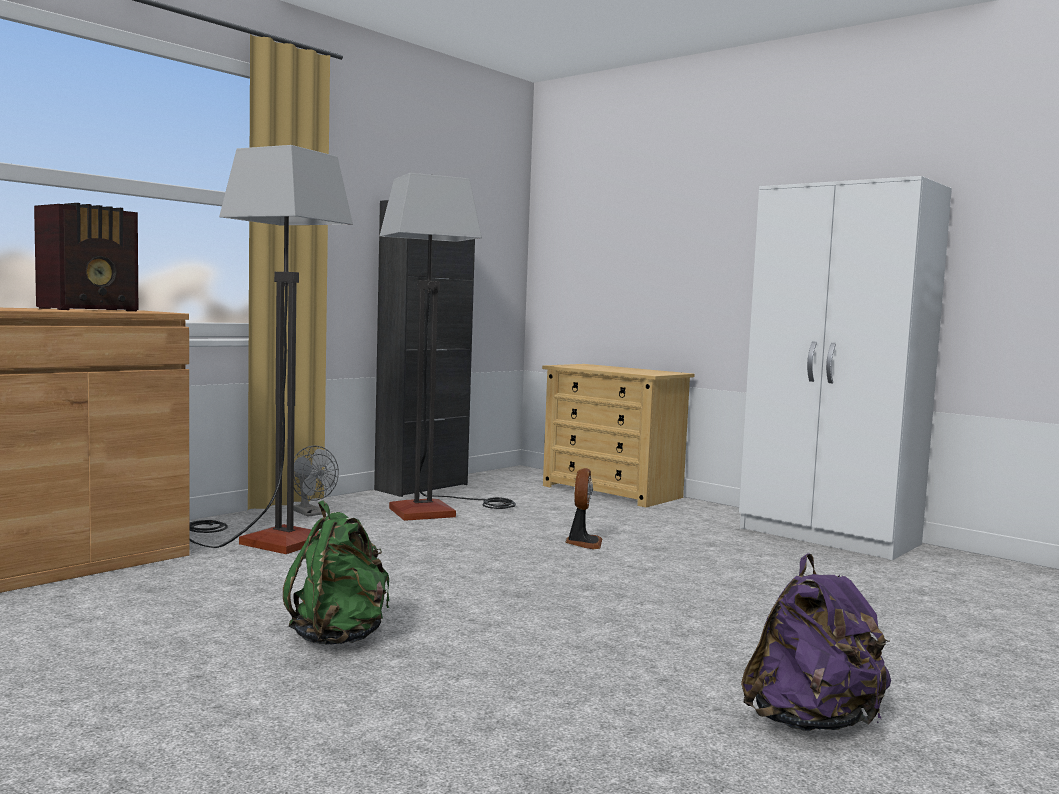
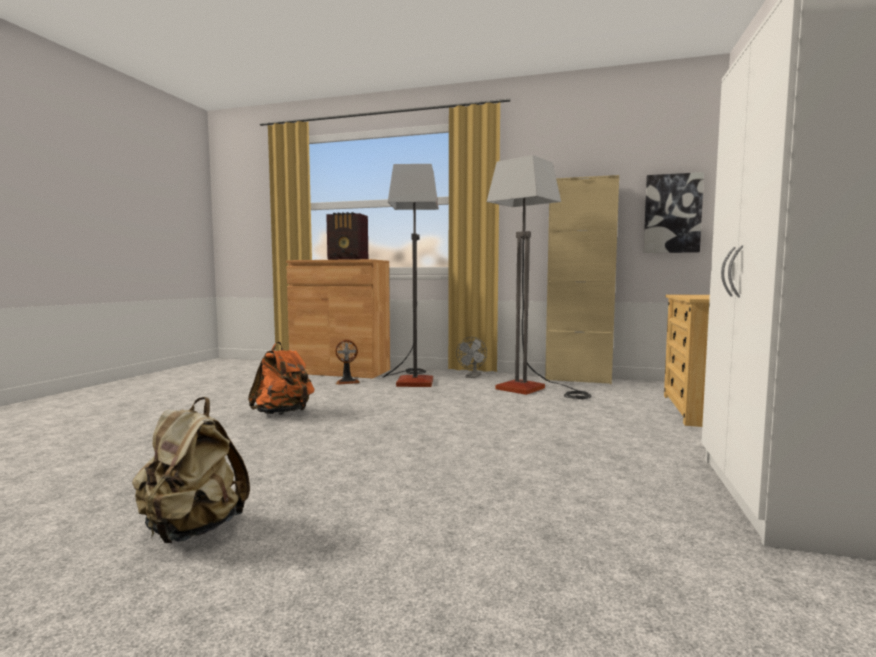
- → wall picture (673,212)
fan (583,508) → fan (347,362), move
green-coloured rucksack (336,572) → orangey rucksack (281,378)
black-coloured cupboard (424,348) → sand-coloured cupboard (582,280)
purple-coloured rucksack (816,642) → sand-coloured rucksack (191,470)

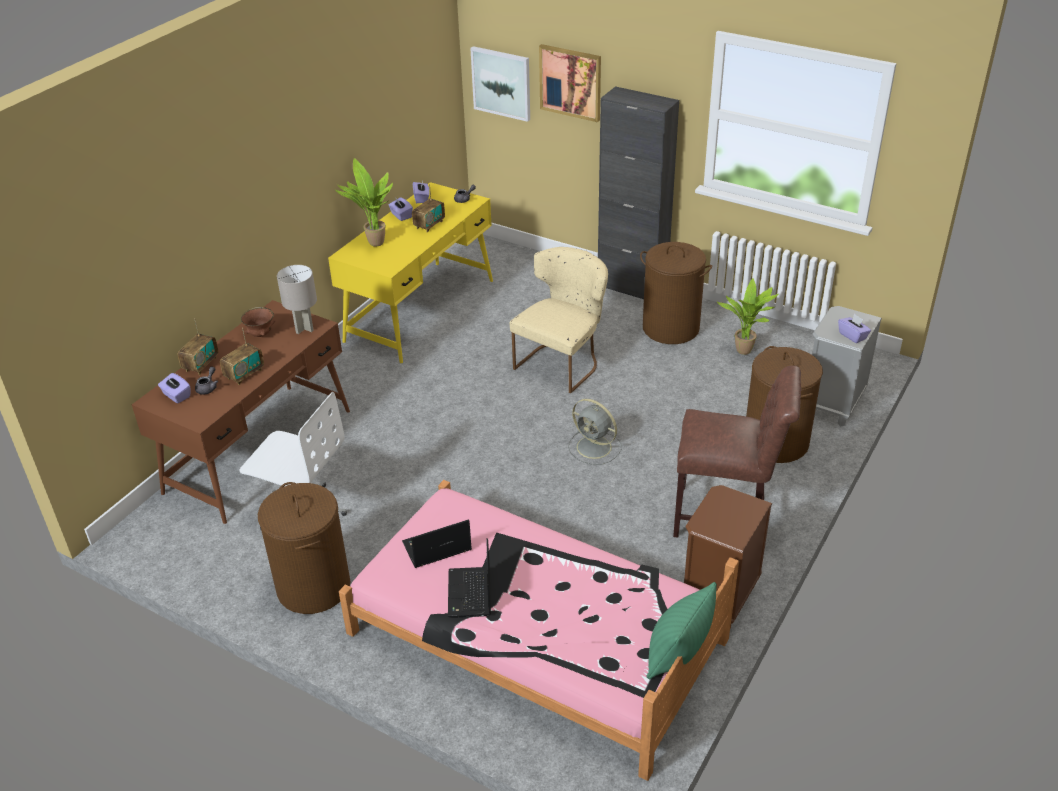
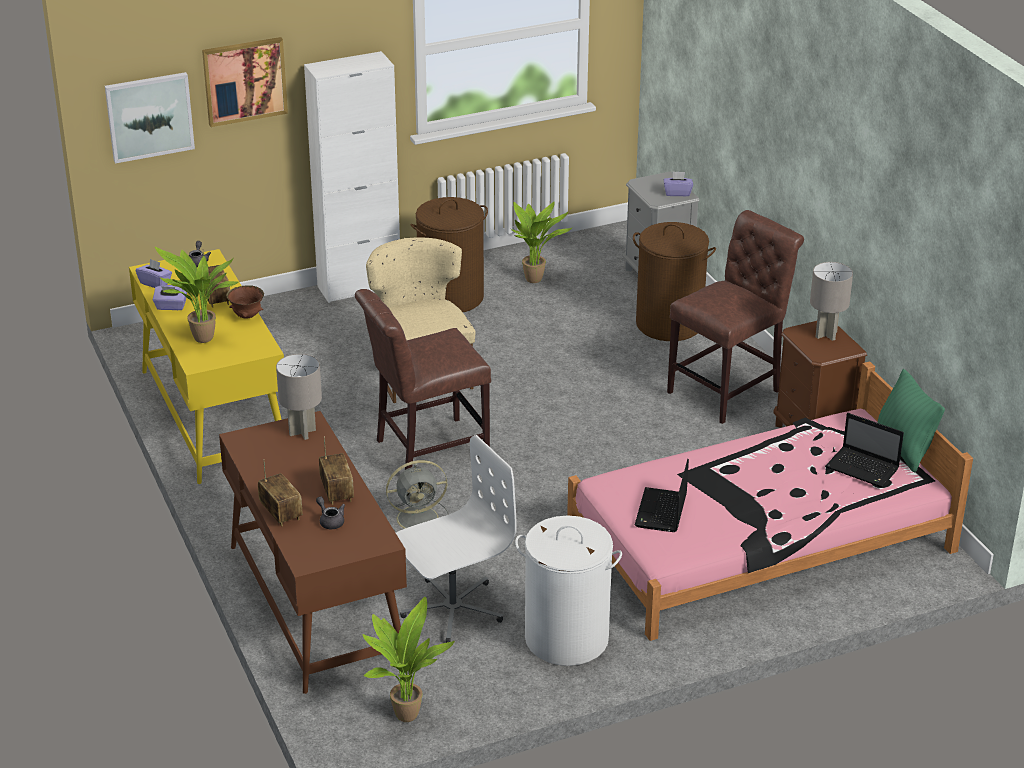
purple-coloured tissue holder (174,388) → -
- → brown upright chair (423,379)
- → potted plant (409,659)
- → grey lamp for a table (831,301)
brown bowl (258,322) → brown bowl (245,301), move
portable computer (469,578) → portable computer (864,450), move
grey fan (595,432) → grey fan (417,496), move
brown laundry basket (304,548) → whitish laundry basket (568,590)
black-coloured cupboard (638,192) → whitish cupboard (352,177)

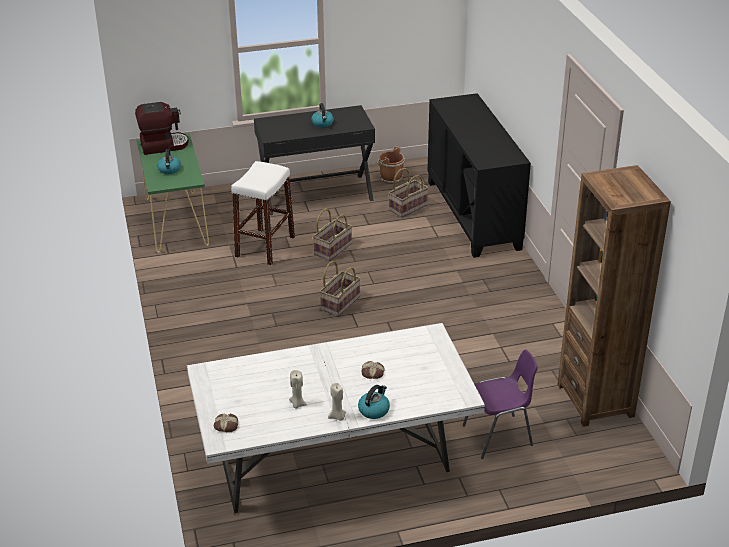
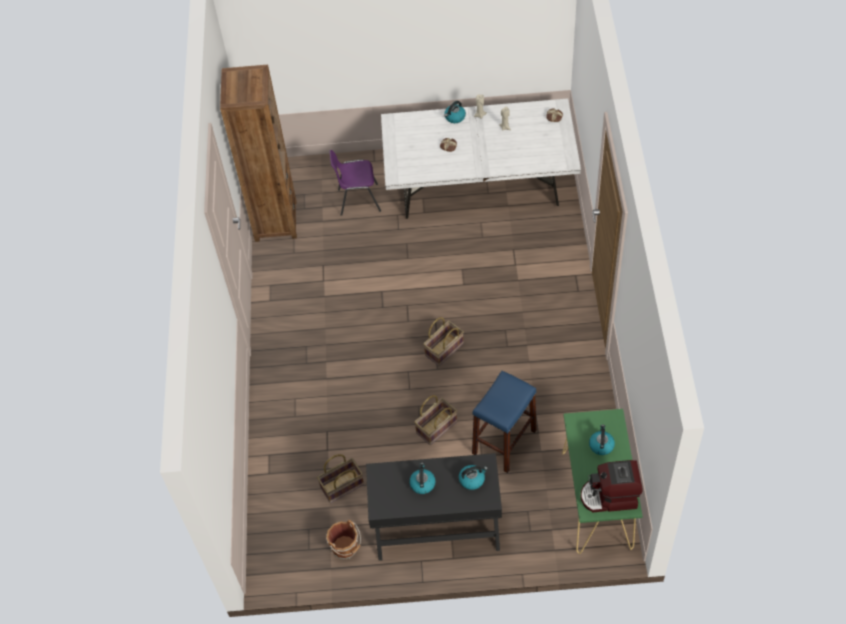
black-coloured cupboard (479,175) → -
- → tea kettle (473,477)
whitish stool seat (263,213) → blue-coloured stool seat (504,422)

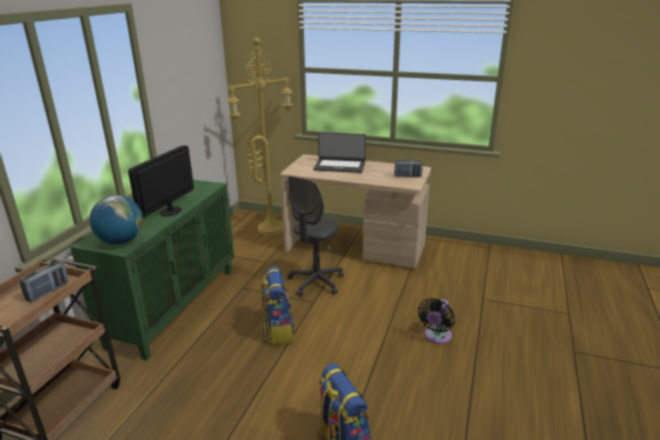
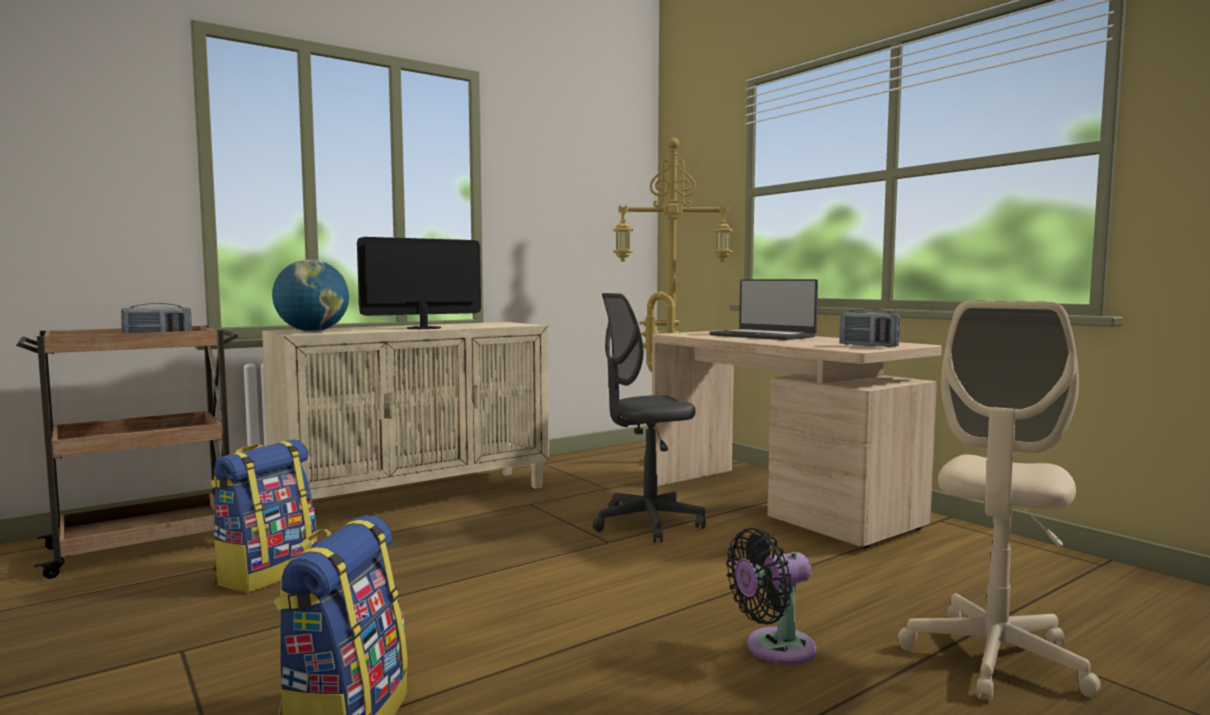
- → sand-coloured office chair (999,501)
rucksack (278,305) → rucksack (264,516), move
green-coloured cupboard (152,270) → sand-coloured cupboard (405,411)

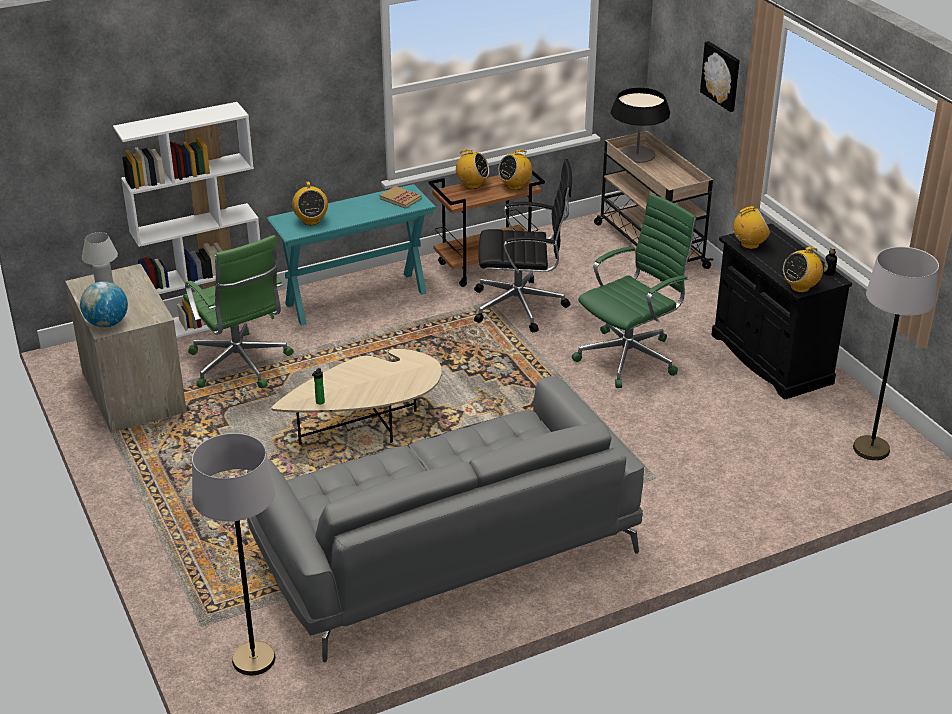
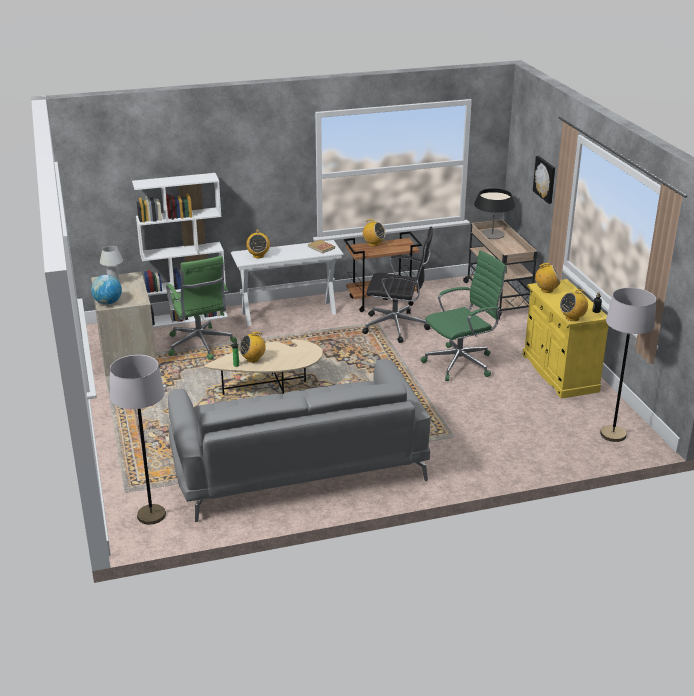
radio receiver (515,170) → radio receiver (252,347), move
turquoise console table (351,255) → whitish console table (287,283)
black-coloured cupboard (781,311) → yellow cupboard (565,338)

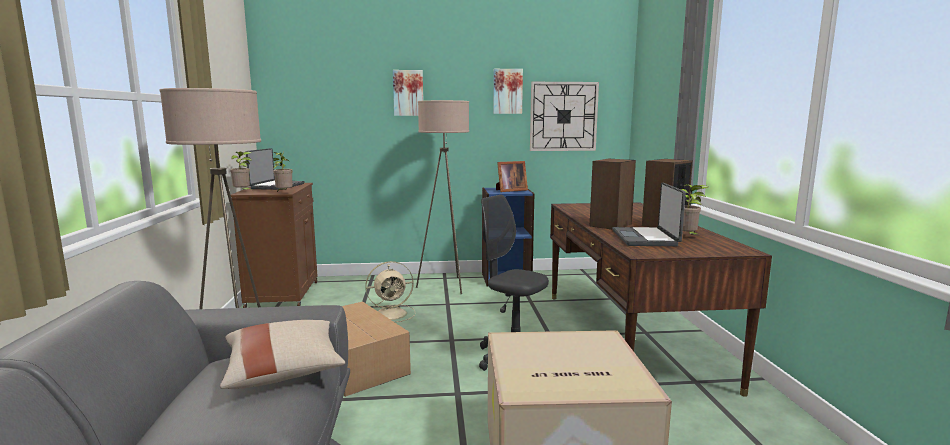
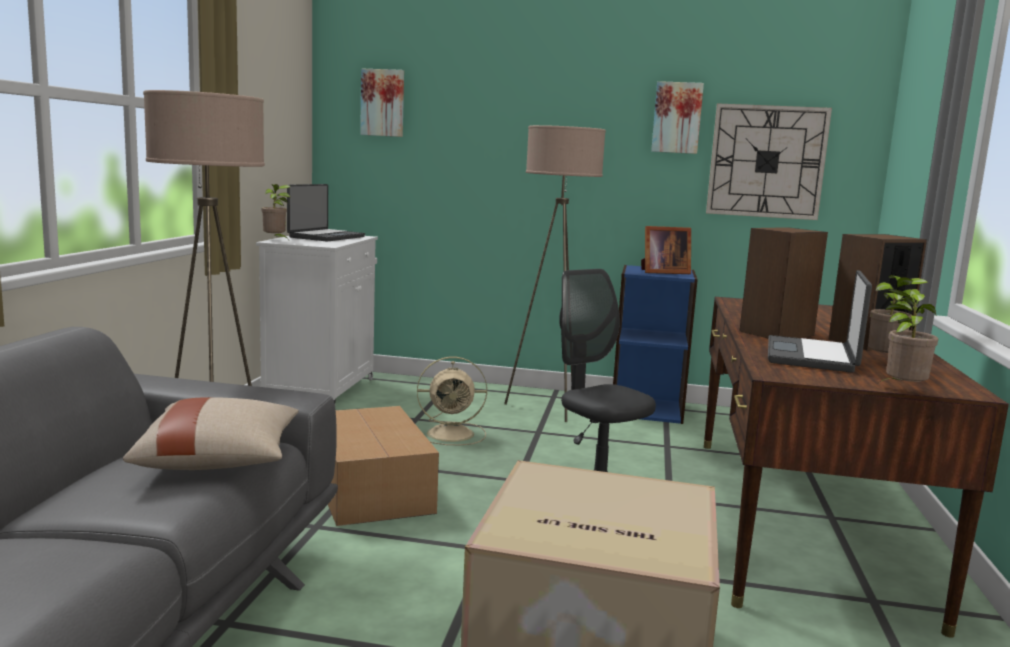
potted plant (283,172) → potted plant (909,335), move
wall picture (408,93) → wall picture (382,102), move
brown cupboard (274,245) → whitish cupboard (317,319)

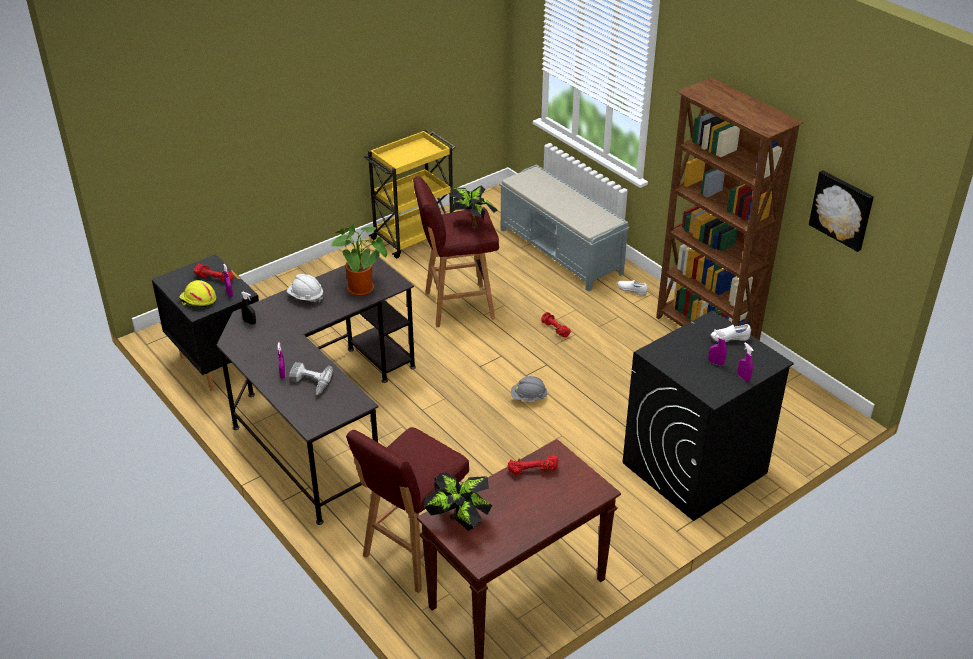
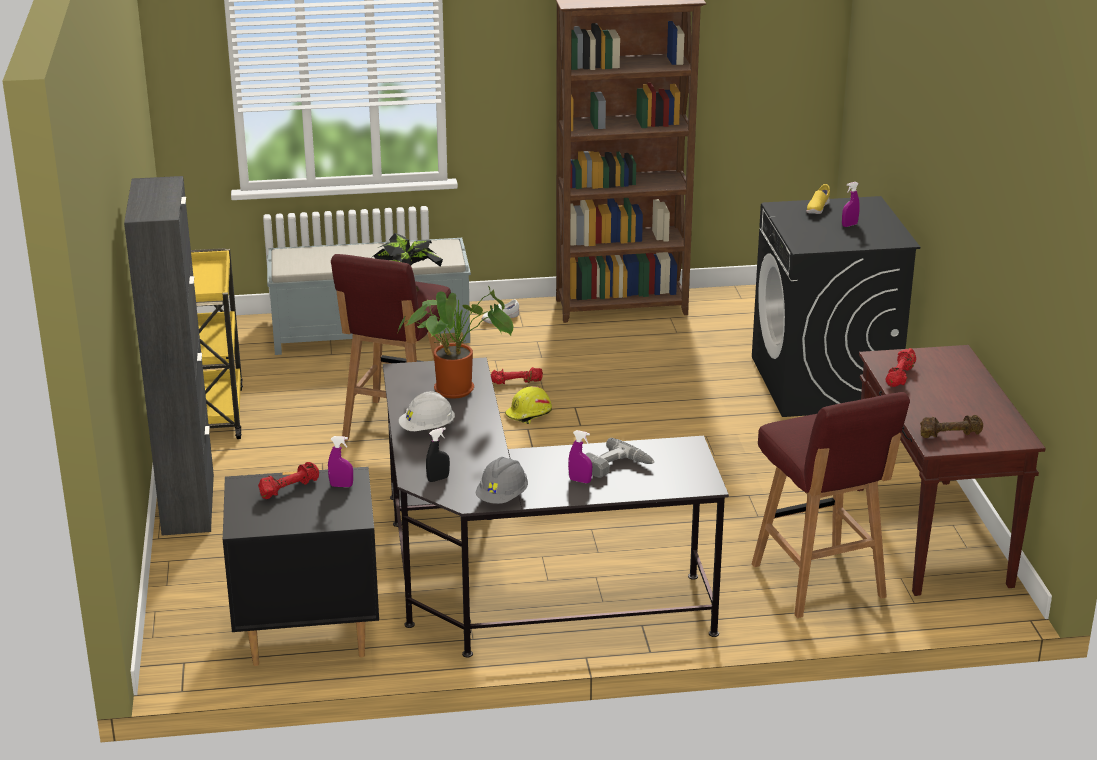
purple-coloured hand sprayer (746,362) → -
wall picture (841,211) → -
- → black-coloured cupboard (169,356)
yellow safety helmet (197,293) → yellow safety helmet (528,405), move
grey safety helmet (529,388) → grey safety helmet (501,480), move
potted plant (458,501) → brown dumbbell (951,426)
whitish low shoe (731,333) → yellow low shoe (818,199)

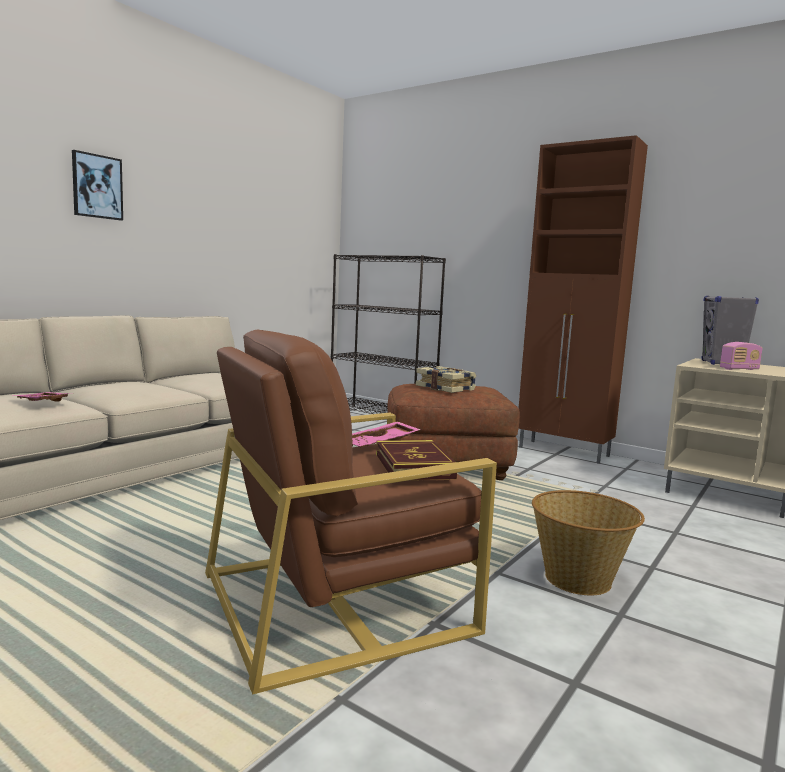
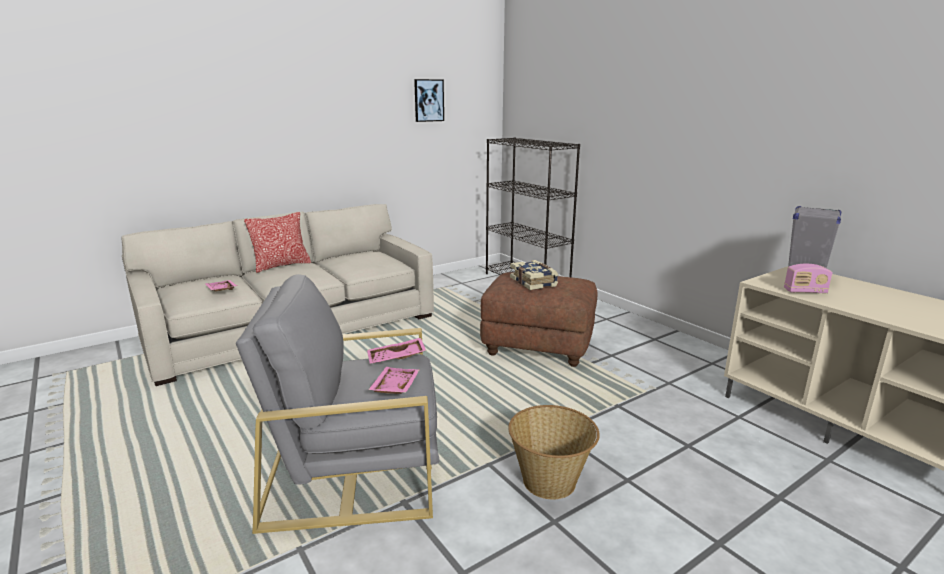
brown cupboard (583,299) → -
- → throw pillow (277,242)
wall picture (97,185) → wall picture (429,100), move
volume (416,460) → pinkish tray (393,380)
brown armchair (351,511) → grey armchair (337,404)

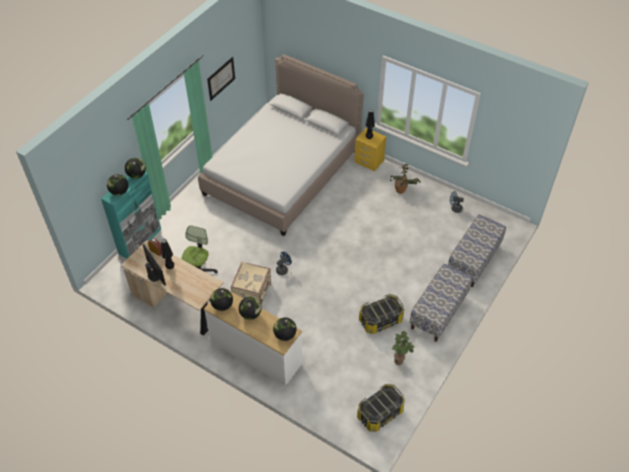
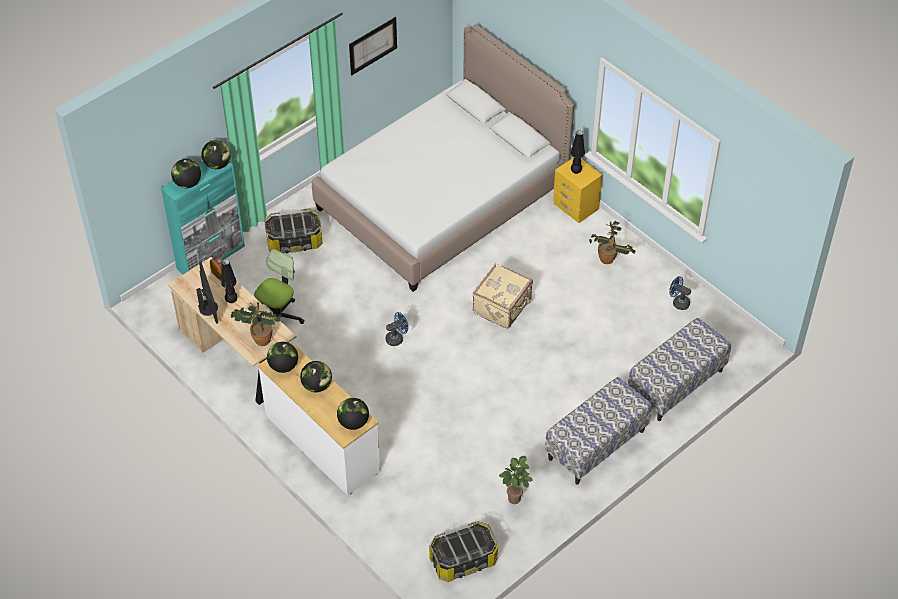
- → potted plant (256,324)
sand-coloured piece of luggage (251,283) → sand-coloured piece of luggage (503,296), move
storage container (381,314) → storage container (293,231), move

